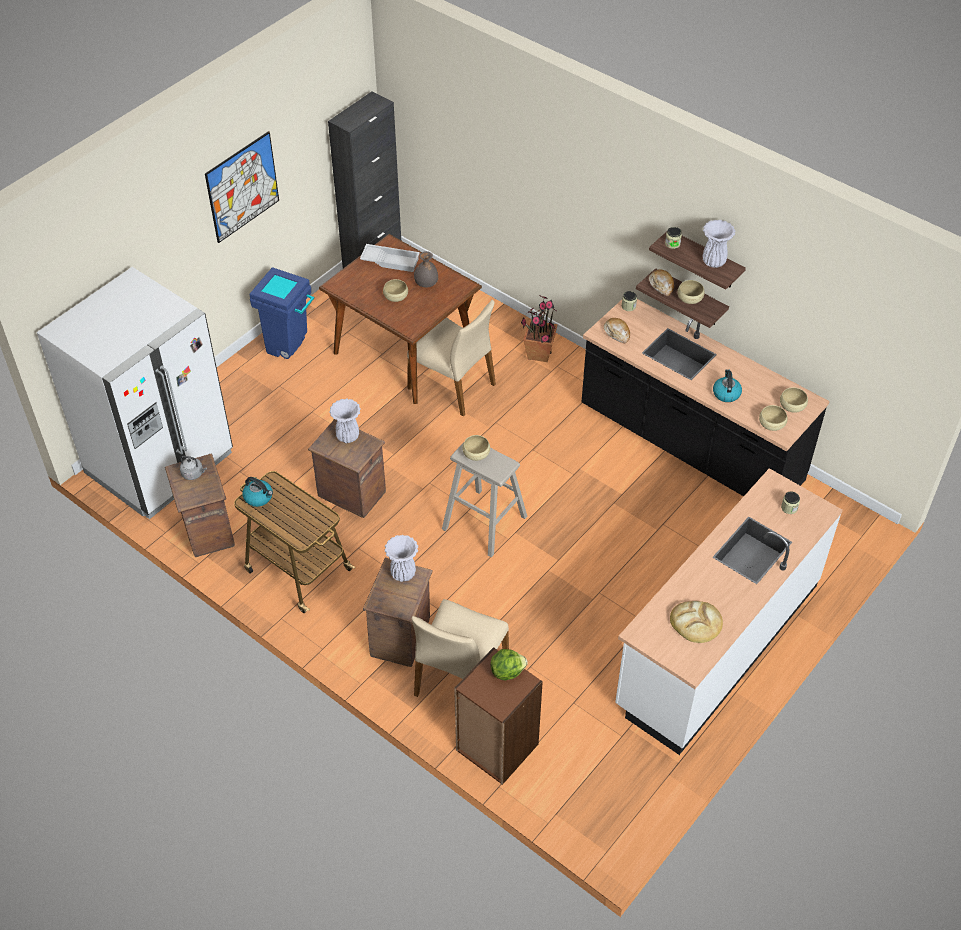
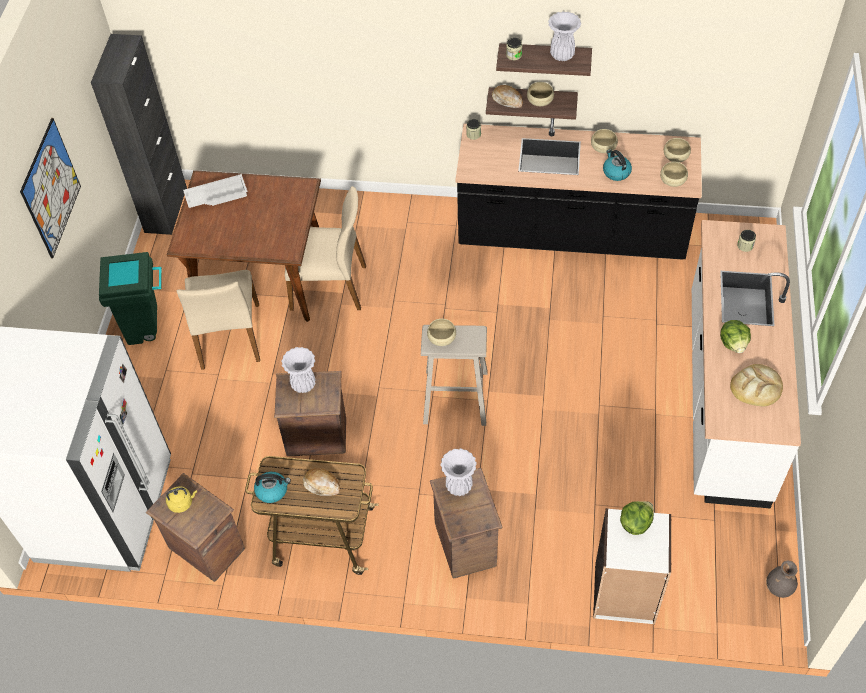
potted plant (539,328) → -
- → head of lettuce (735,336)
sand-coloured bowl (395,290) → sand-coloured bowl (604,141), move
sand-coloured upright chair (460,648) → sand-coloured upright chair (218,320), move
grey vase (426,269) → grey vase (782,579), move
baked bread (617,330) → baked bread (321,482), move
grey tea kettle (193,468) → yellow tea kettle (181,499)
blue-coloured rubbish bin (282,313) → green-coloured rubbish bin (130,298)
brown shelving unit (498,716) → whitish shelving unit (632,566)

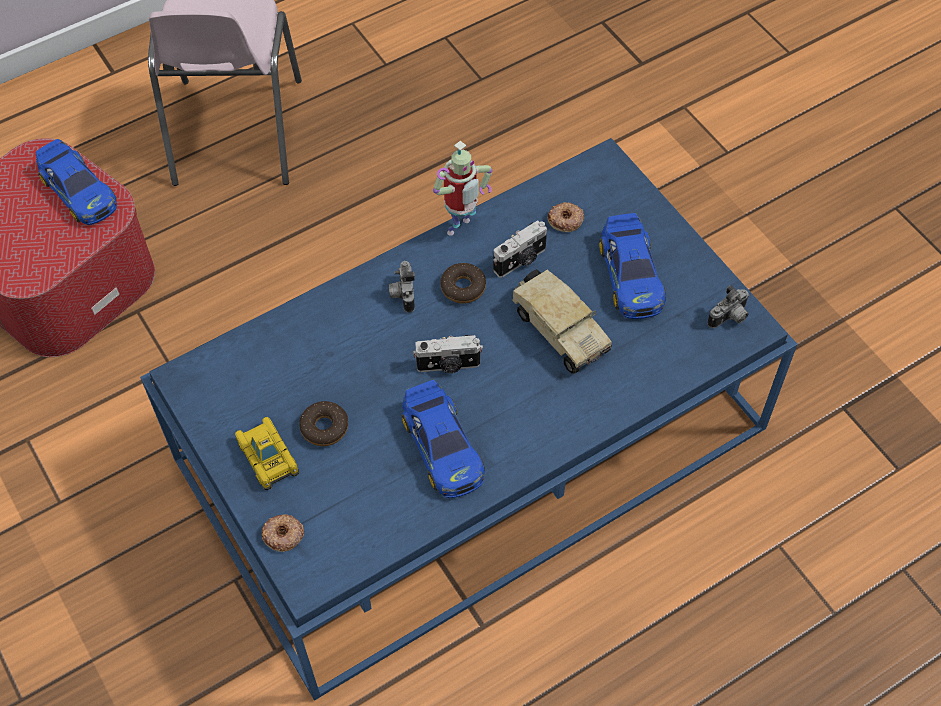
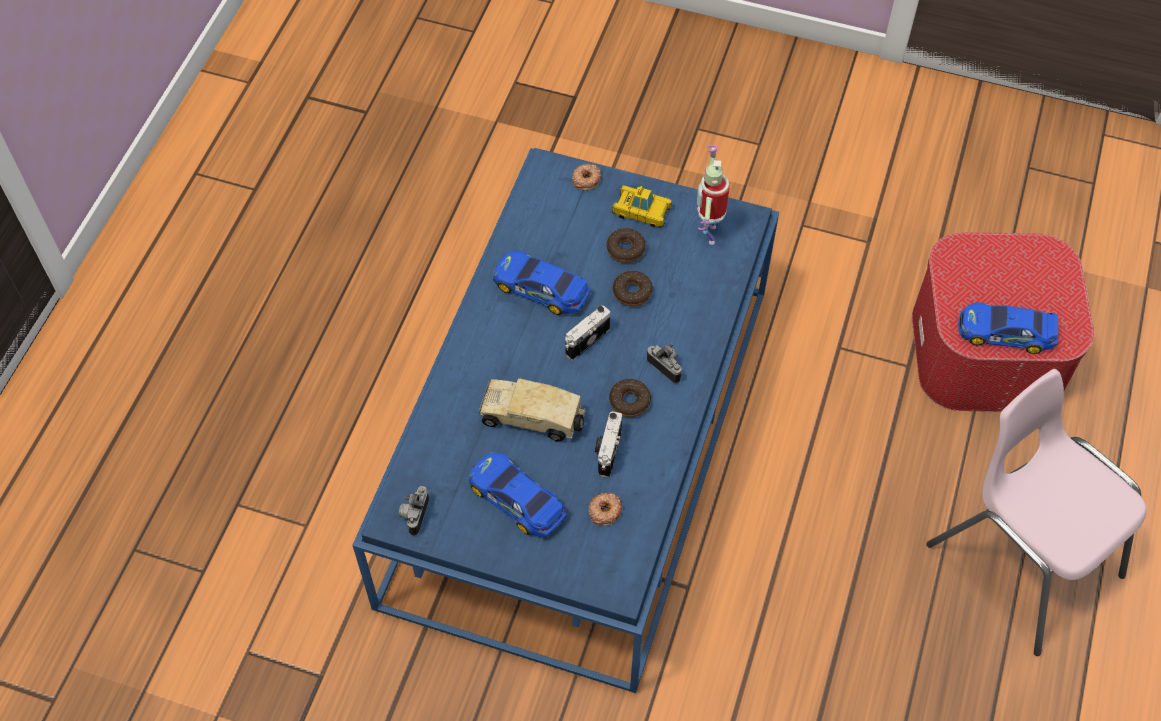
- → ring doughnut (633,288)
model robot (462,188) → model robot (713,195), move

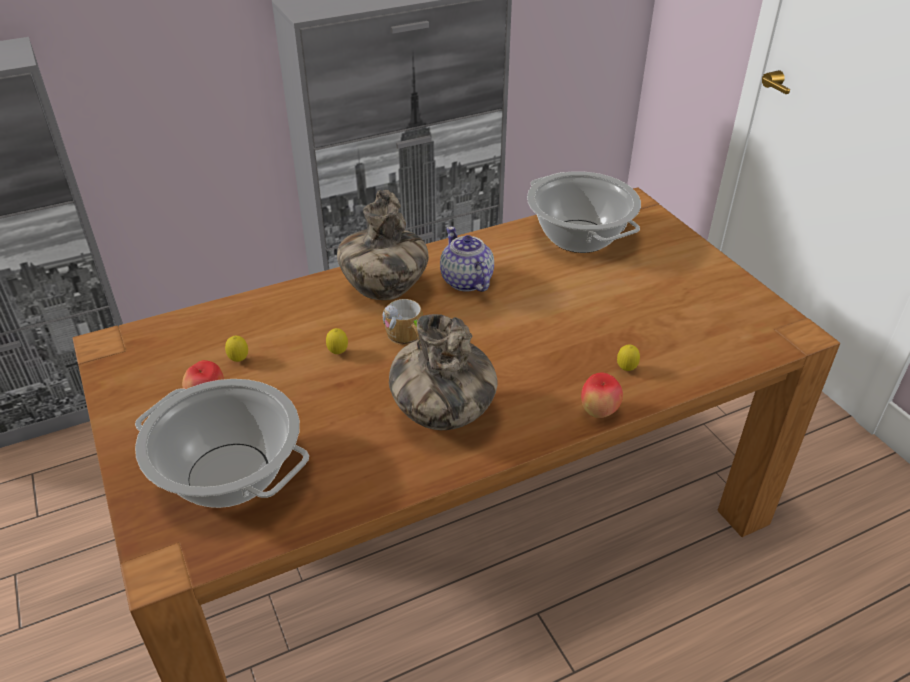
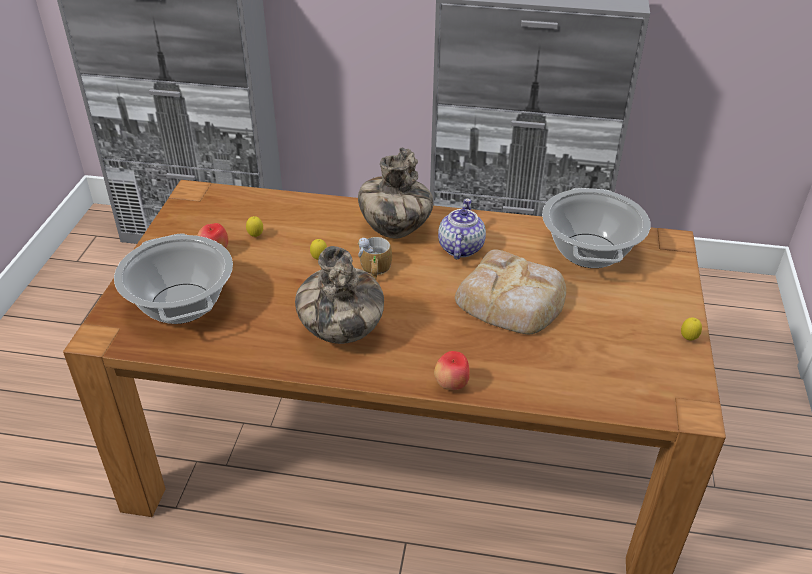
- → baked bread (510,291)
lemon (628,358) → lemon (691,329), move

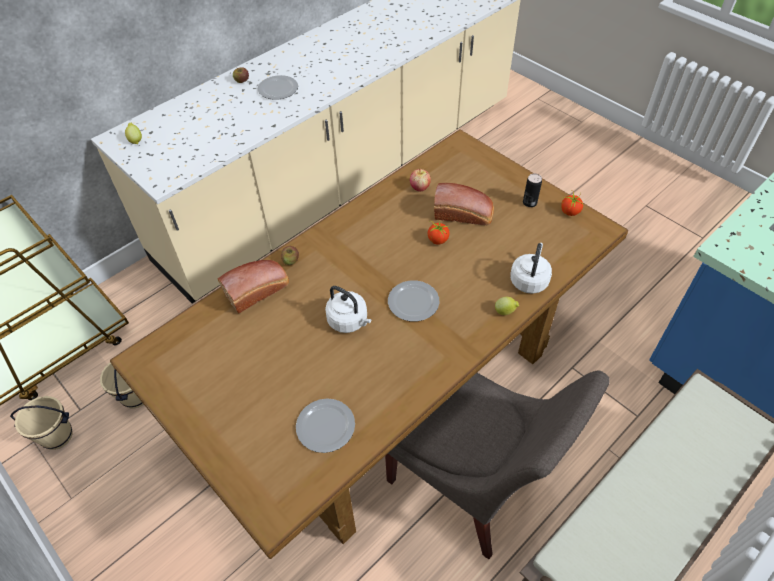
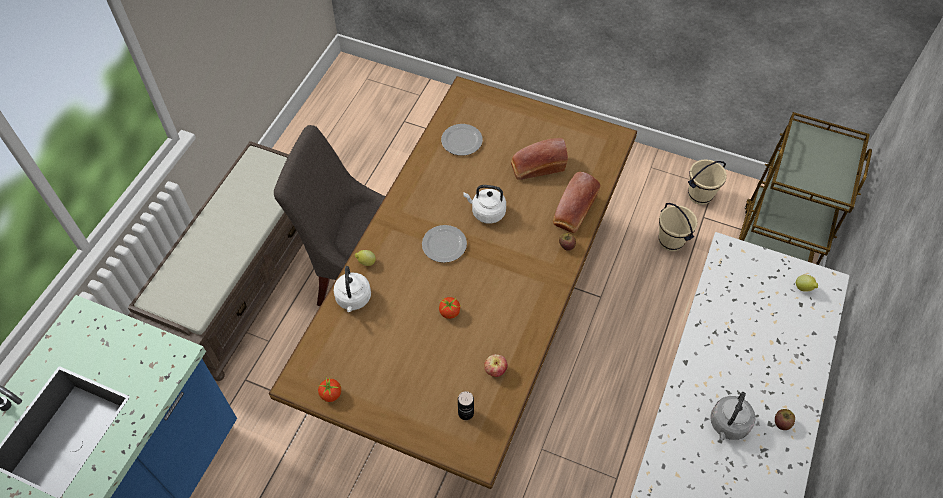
baked bread (464,204) → baked bread (539,159), move
sealed can (532,190) → sealed can (466,405), move
dinner plate (278,87) → grey tea kettle (733,416)

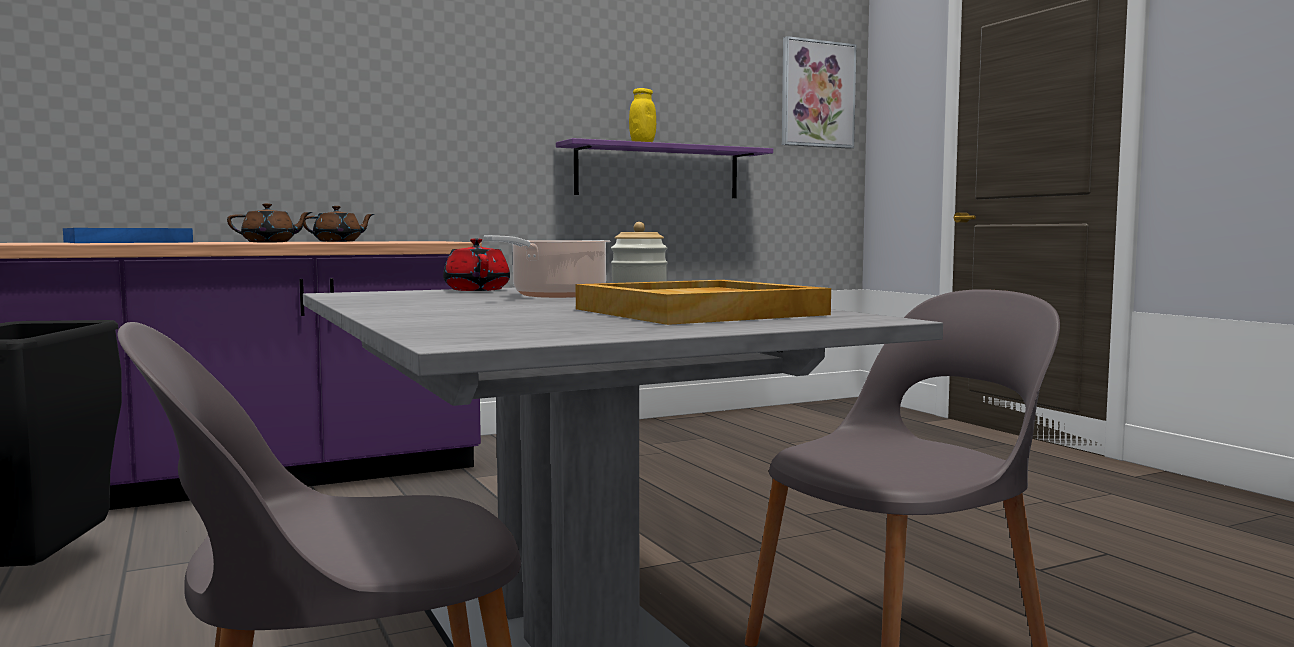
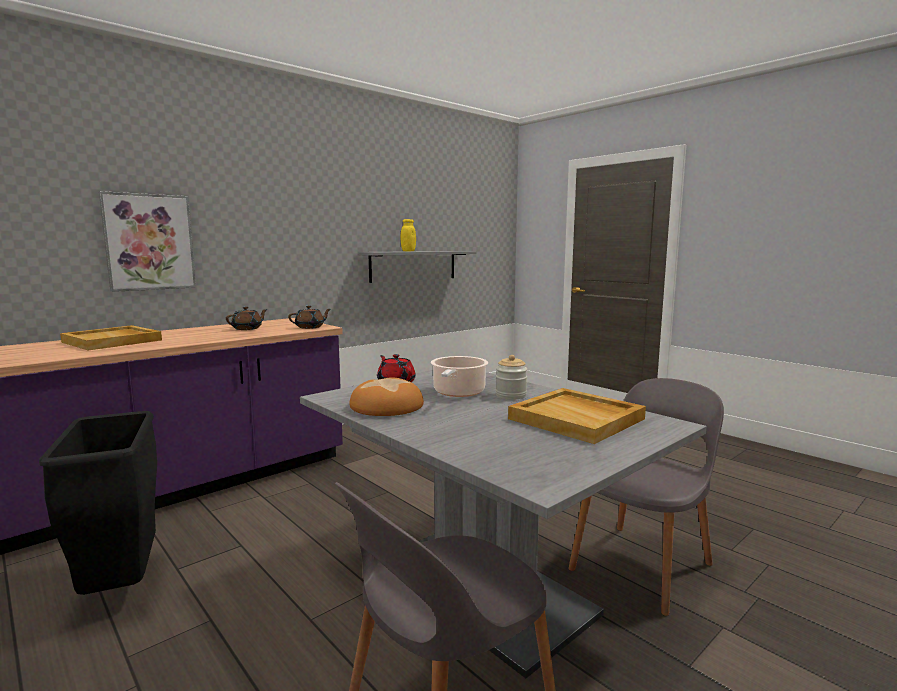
- → baked bread (386,396)
brown tea pot (269,222) → brown tea pot (309,317), move
wall picture (819,92) → wall picture (147,241), move
blue-coloured tray (128,235) → sand-coloured tray (111,337)
purple-coloured bracket shelf (664,168) → grey bracket shelf (418,267)

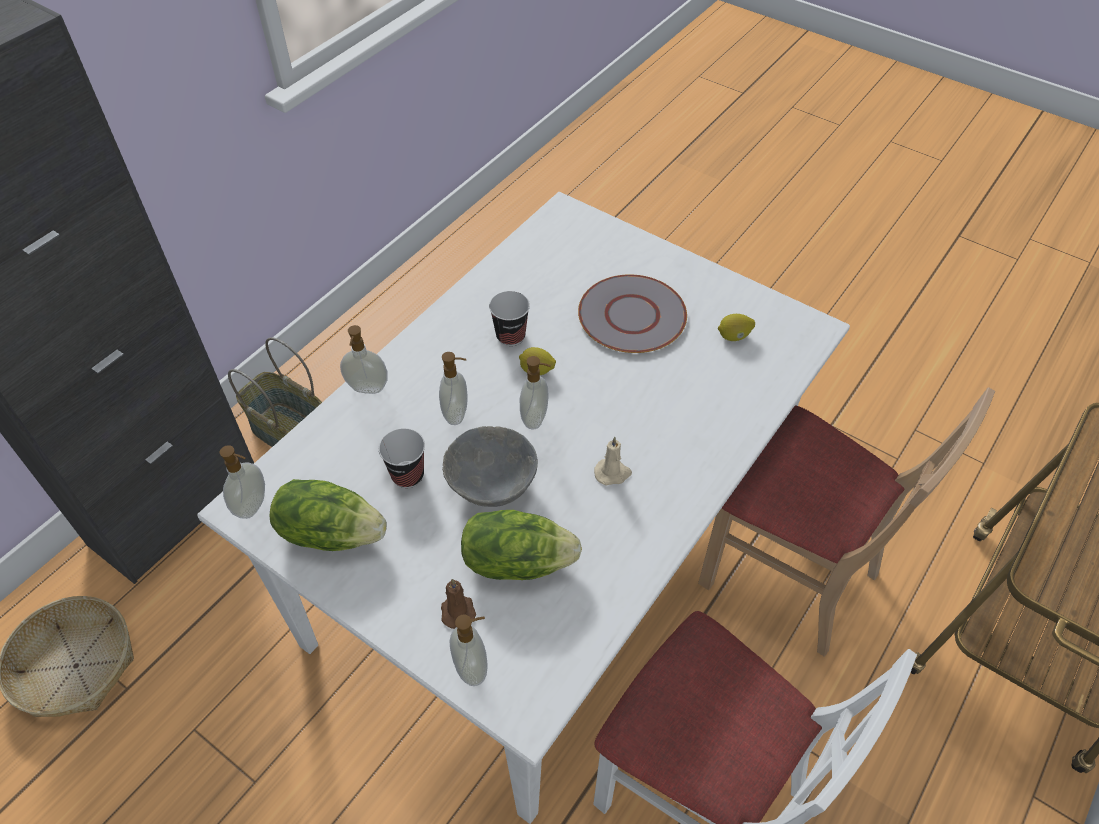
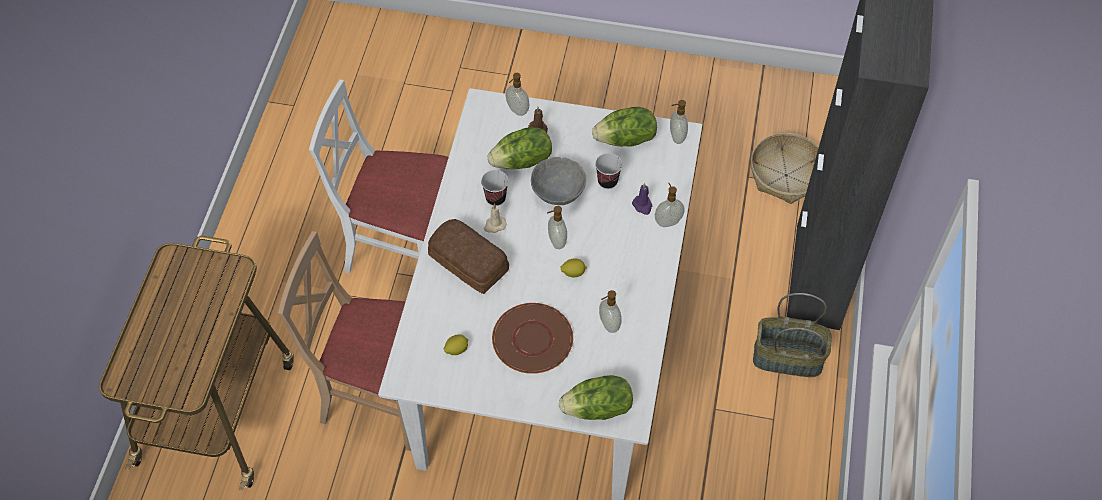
- → baked bread (468,256)
- → head of lettuce (596,397)
- → purple-coloured candle (642,199)
soap bottle (453,388) → soap bottle (610,311), move
drinking cup (509,318) → drinking cup (495,188), move
grey dinner plate (632,313) → brown dinner plate (532,338)

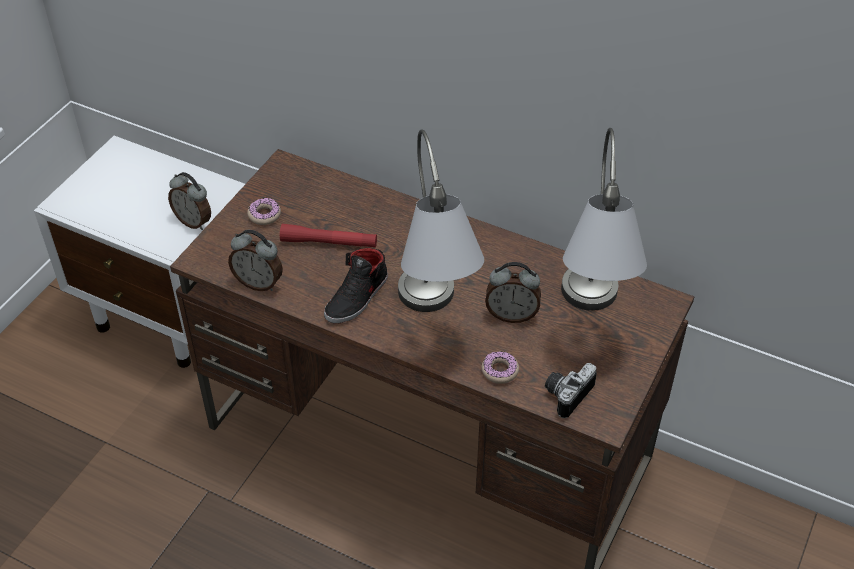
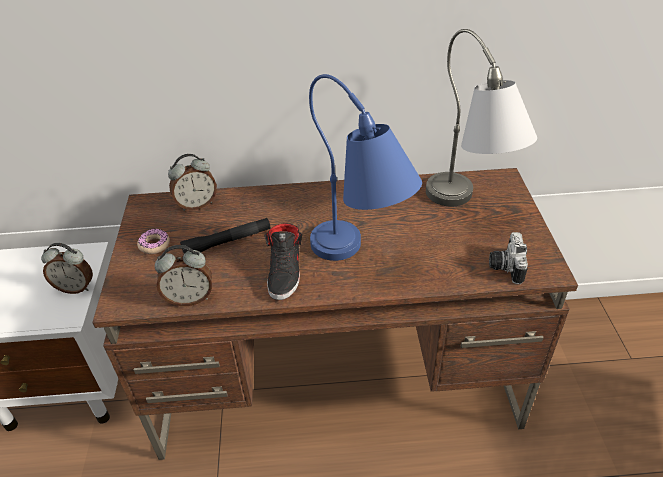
ring doughnut (500,367) → -
table clock (513,292) → table clock (192,182), move
reddish hand torch (328,236) → black-coloured hand torch (225,236)
grey lamp for a table (441,220) → blue-coloured lamp for a table (365,167)

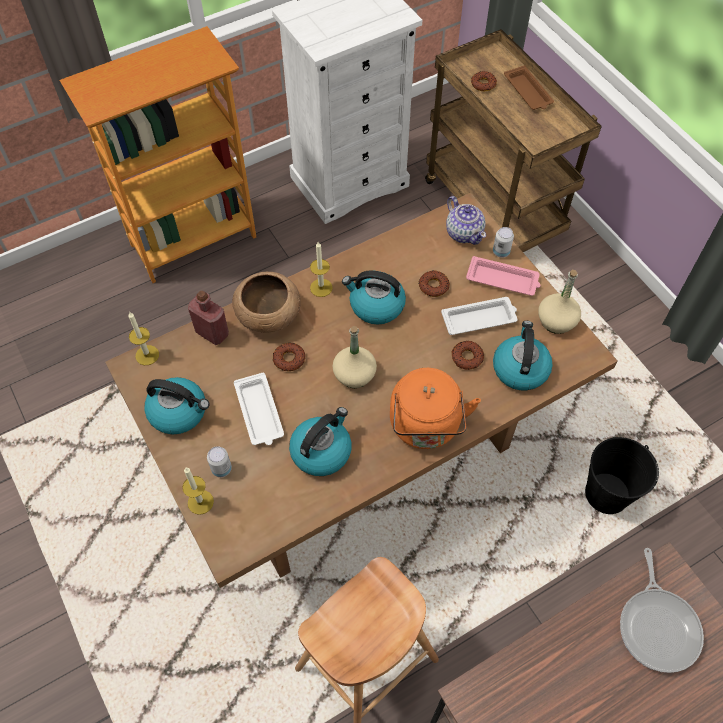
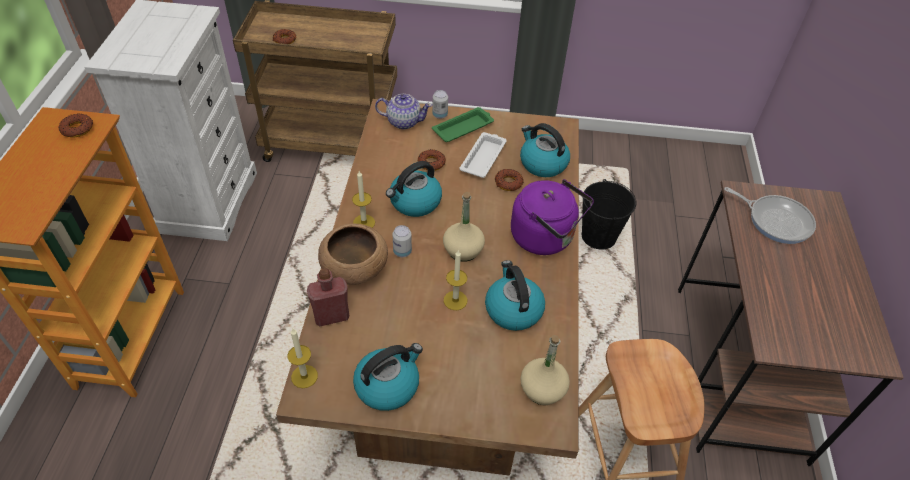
whitish tray (259,409) → -
brown tray (529,87) → -
candle (198,491) → candle (455,280), move
sealed can (219,461) → sealed can (402,241), move
ring doughnut (289,357) → ring doughnut (75,125), move
sand-coloured beverage bottle (559,302) → sand-coloured beverage bottle (545,370), move
orangey tea kettle (435,408) → purple-coloured tea kettle (552,217)
pinkish tray (503,276) → green-coloured tray (463,124)

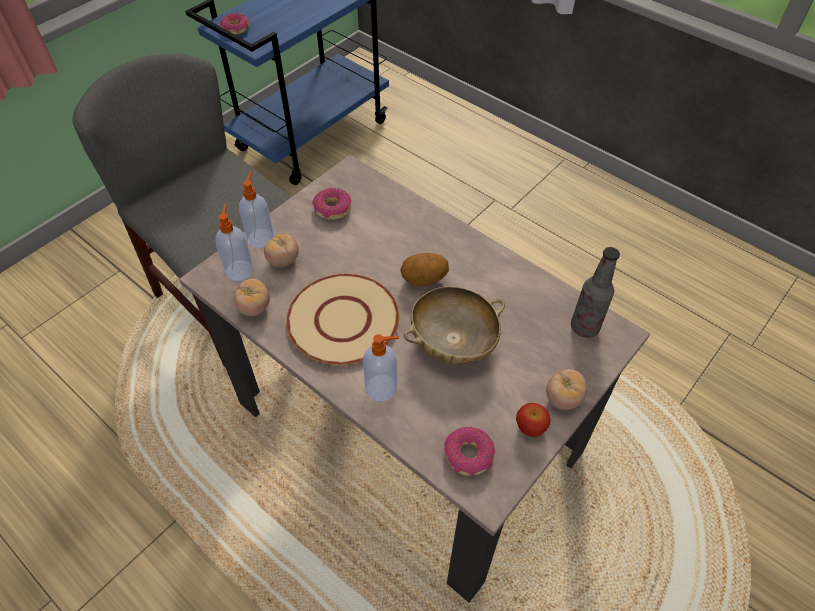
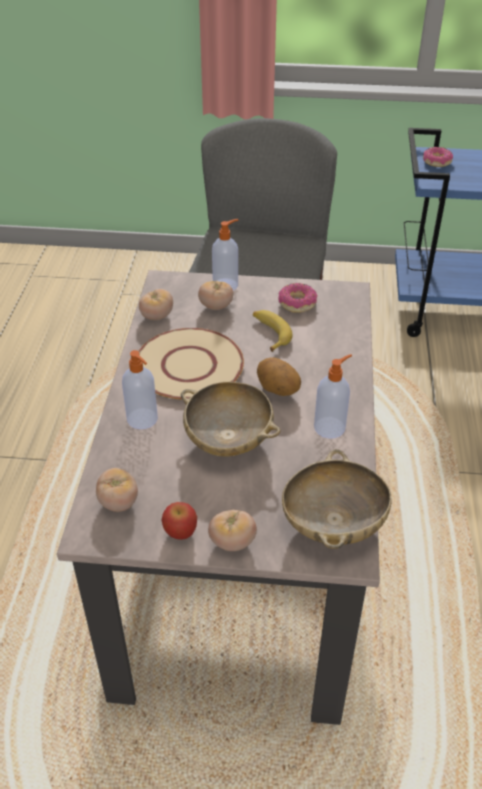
- → banana fruit (273,331)
soap bottle (234,242) → soap bottle (333,396), move
ring doughnut (469,451) → fresh tomato (117,490)
beverage bottle (595,292) → sand-coloured bowl (337,499)

